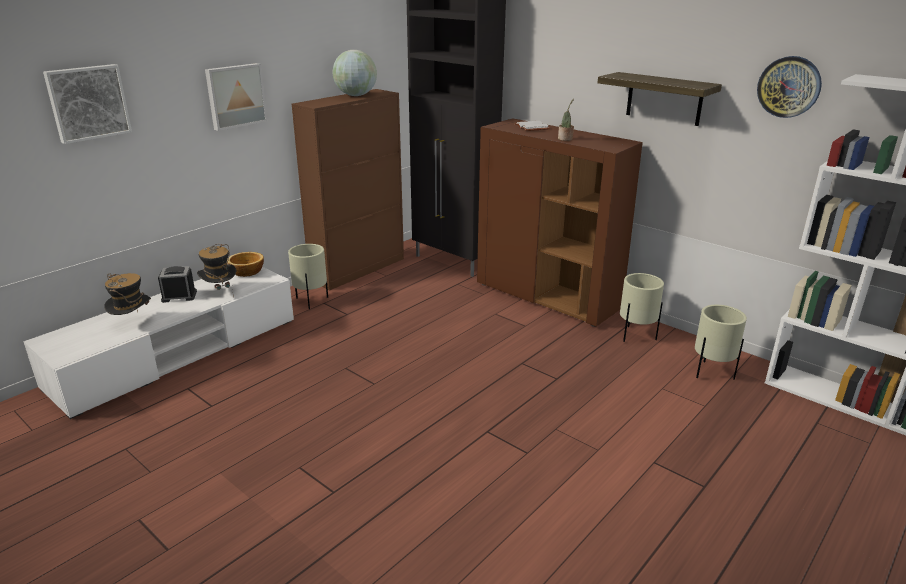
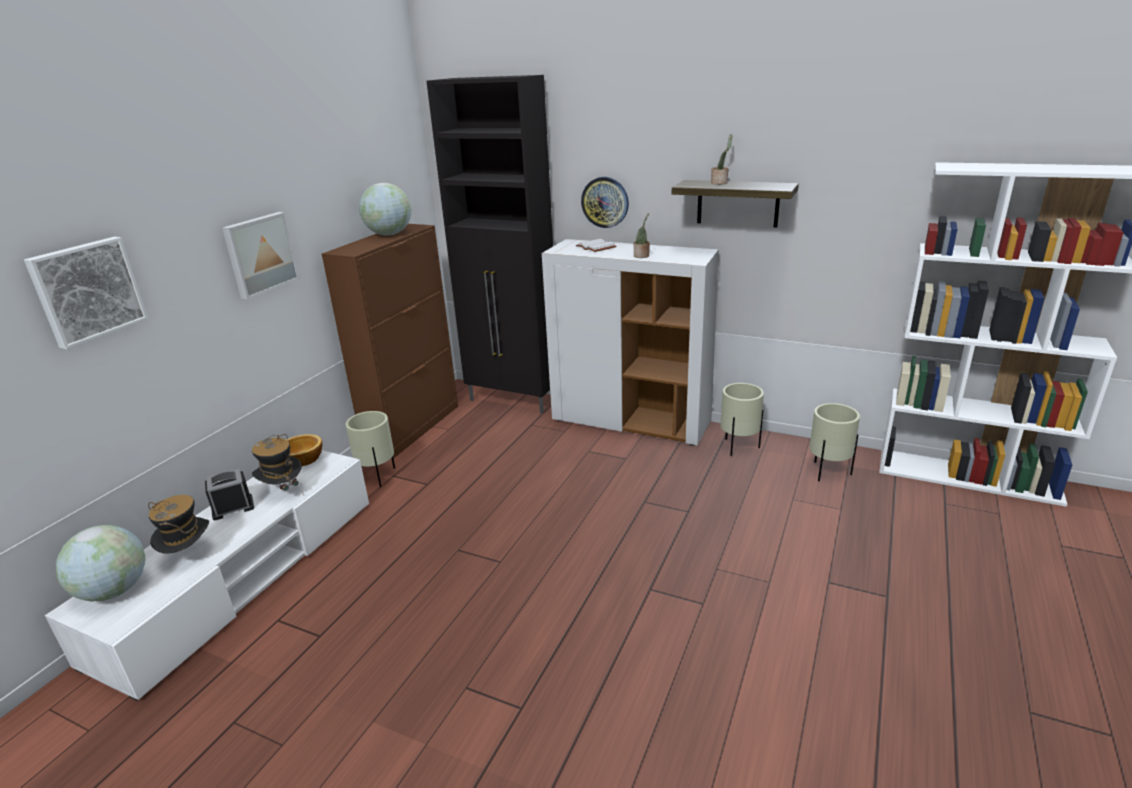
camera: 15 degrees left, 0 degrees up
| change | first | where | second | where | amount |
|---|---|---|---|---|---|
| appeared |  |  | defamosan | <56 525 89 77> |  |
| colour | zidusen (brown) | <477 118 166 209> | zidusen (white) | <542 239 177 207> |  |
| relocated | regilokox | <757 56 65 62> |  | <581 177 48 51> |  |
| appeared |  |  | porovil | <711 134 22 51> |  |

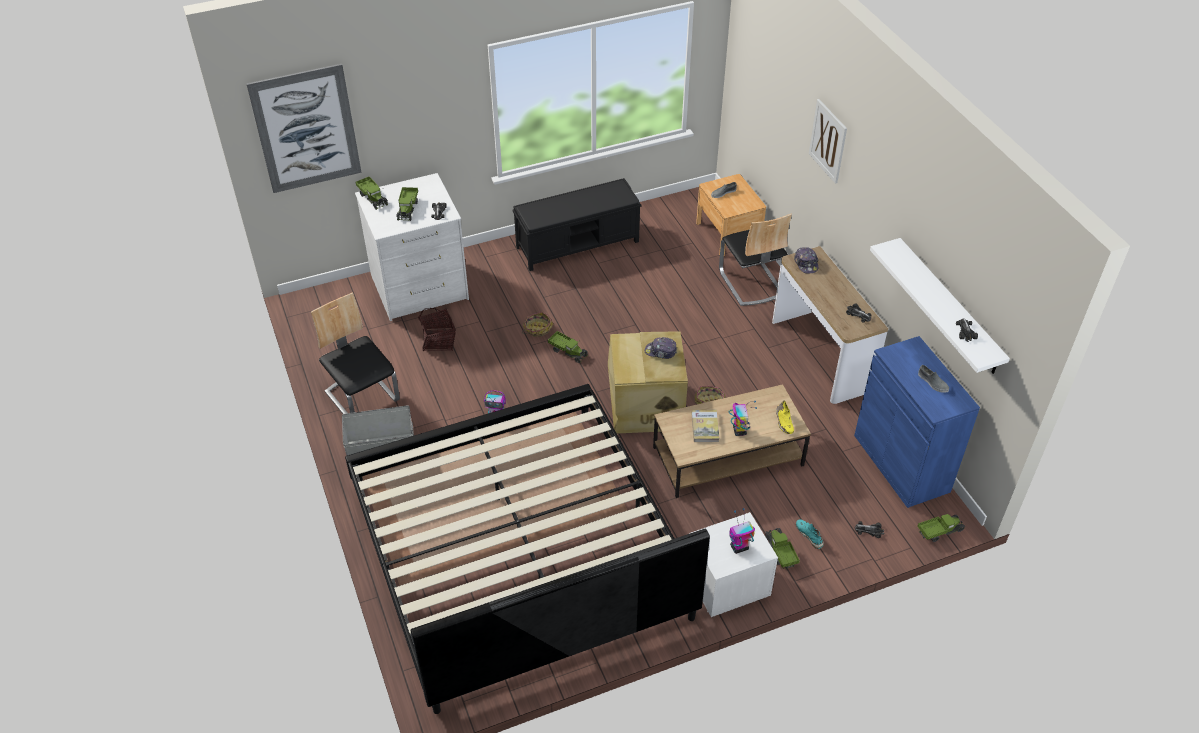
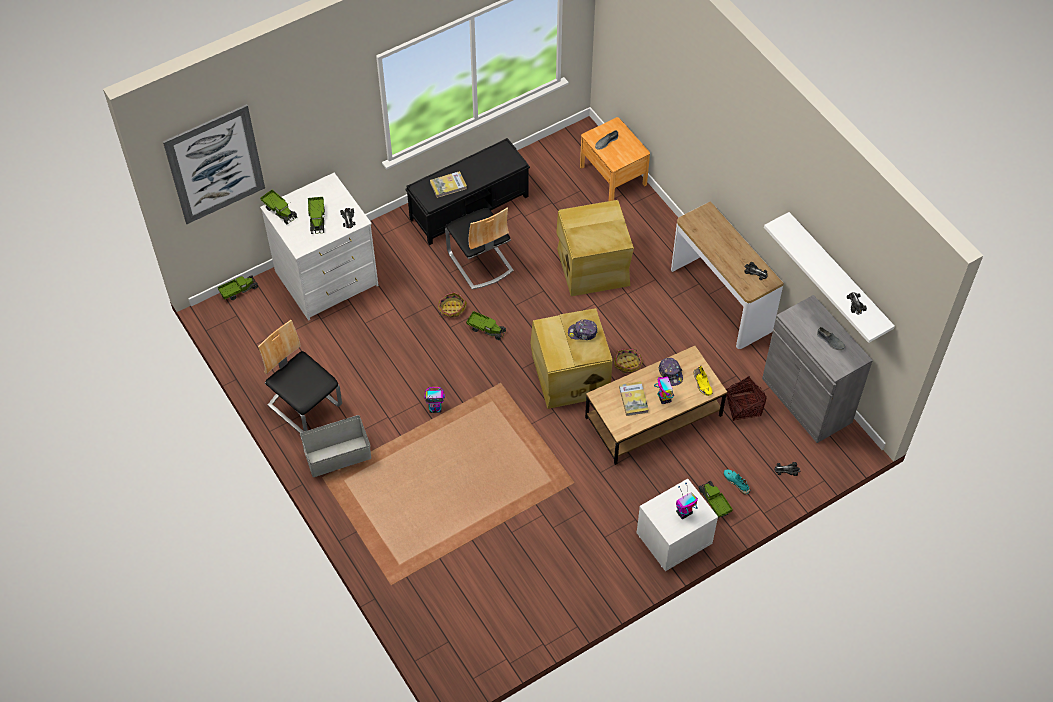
camera: 10 degrees left, 10 degrees up
| change | first | where | second | where | amount |
|---|---|---|---|---|---|
| relocated | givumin | <918 512 47 30> |  | <218 276 40 24> |  |
| appeared |  |  | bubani | <430 171 37 27> |  |
| relocated | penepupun | <719 213 73 93> |  | <445 207 69 82> |  |
| appeared |  |  | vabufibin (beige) | <556 200 78 96> |  |
| relocated | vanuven | <794 247 25 27> |  | <659 358 24 28> |  |
| relocated | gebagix | <418 308 38 43> |  | <726 376 41 45> |  |
| colour | zidusen (blue) | <854 336 126 172> | zidusen (grey) | <762 295 111 148> |  |
| missing | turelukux | <345 384 365 330> |  |  |  |
| missing | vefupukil | <809 99 38 85> |  |  |  |

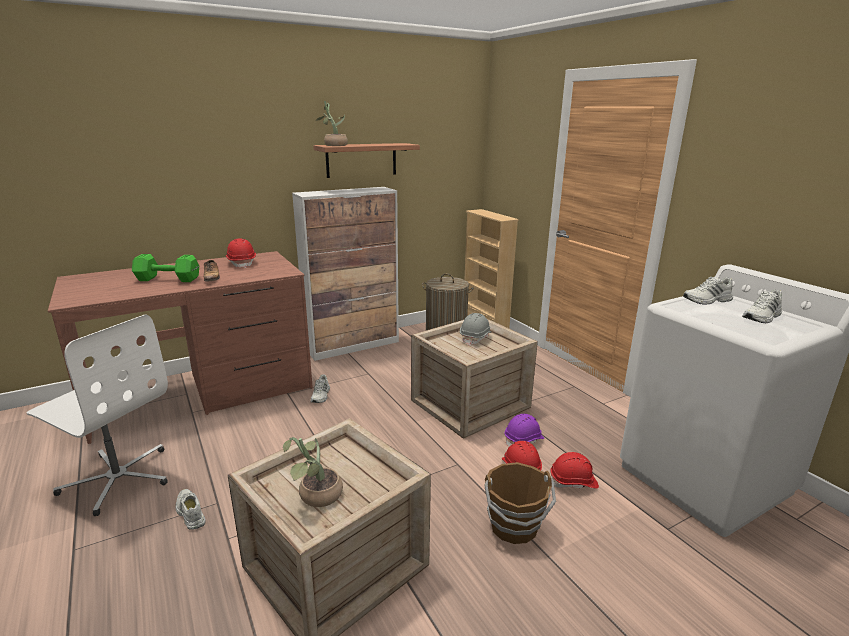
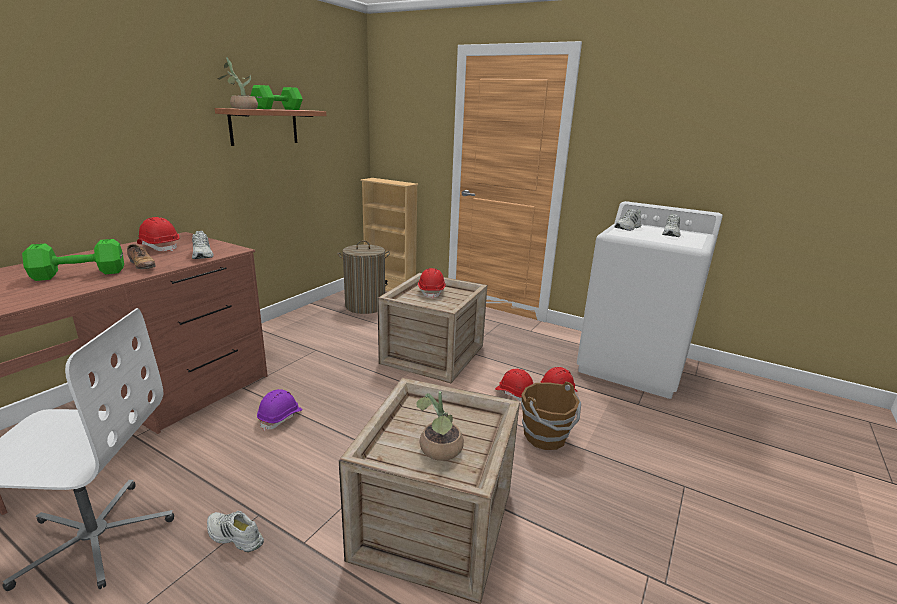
camera: 30 degrees left, 0 degrees up
| change | first | where | second | where | amount |
|---|---|---|---|---|---|
| relocated | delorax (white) | <310 375 20 28> |  | <192 231 22 28> |  |
| appeared |  |  | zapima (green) | <250 85 53 25> |  |
| relocated | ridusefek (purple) | <505 414 39 33> |  | <257 389 46 42> |  |
| colour | ridusefek (grey) | <460 313 32 33> | ridusefek (red) | <418 268 28 31> |  |
| missing | zidusen | <292 187 107 174> |  |  |  |

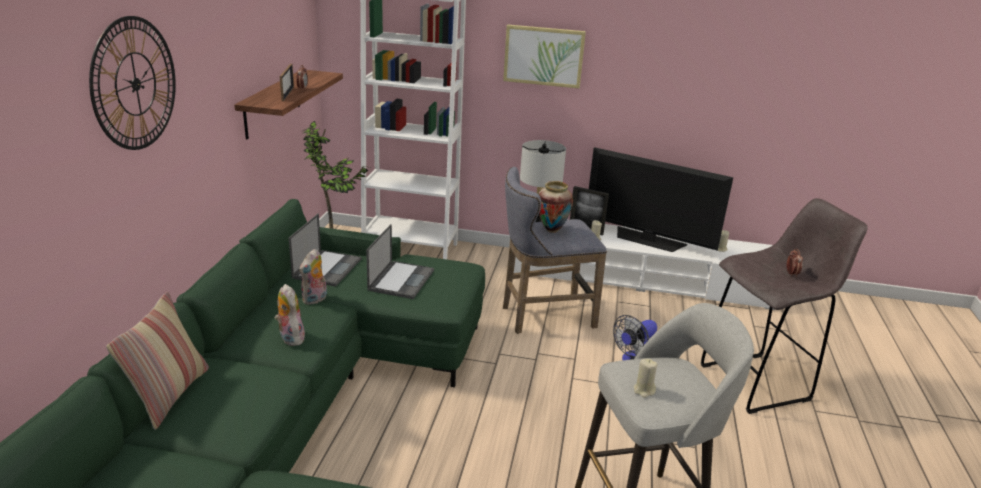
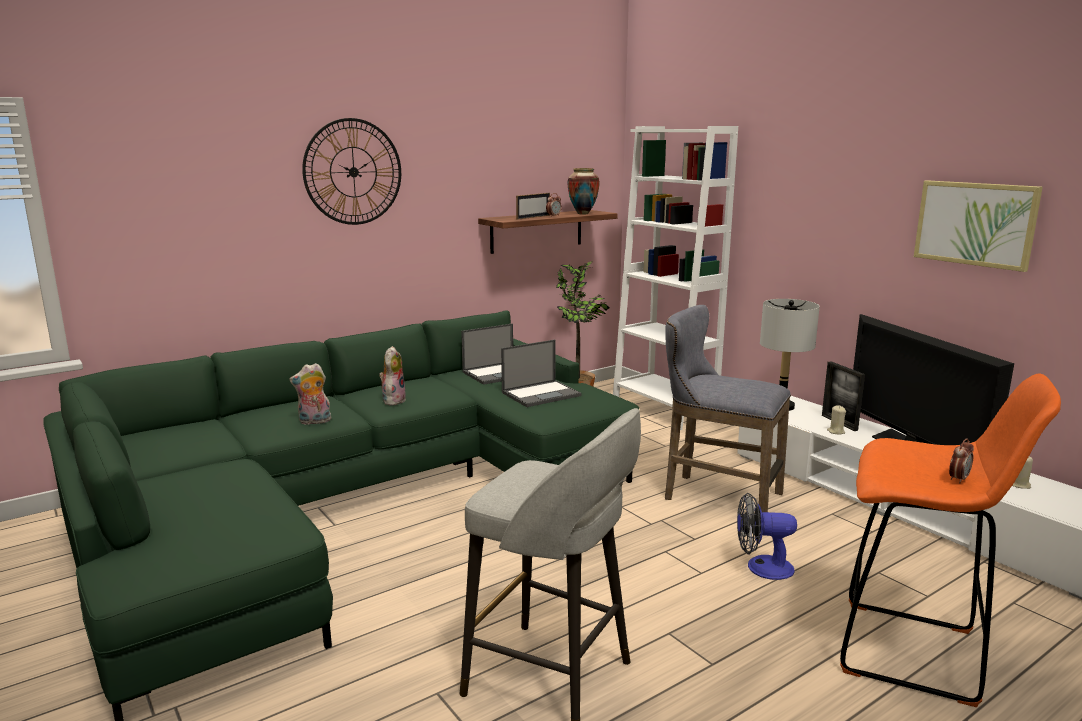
camera: 45 degrees right, 10 degrees down
| change | first | where | second | where | amount |
|---|---|---|---|---|---|
| relocated | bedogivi | <299 249 28 56> |  | <289 363 42 62> |  |
| relocated | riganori | <538 181 35 52> |  | <567 168 33 46> |  |
| colour | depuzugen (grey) | <700 198 167 216> | depuzugen (orange) | <840 374 221 333> |  |
| relocated | vefupukil | <503 24 83 64> |  | <914 180 129 92> |  |
| missing | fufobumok | <106 292 103 138> |  |  |  |
| missing | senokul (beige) | <634 359 24 39> |  |  |  |

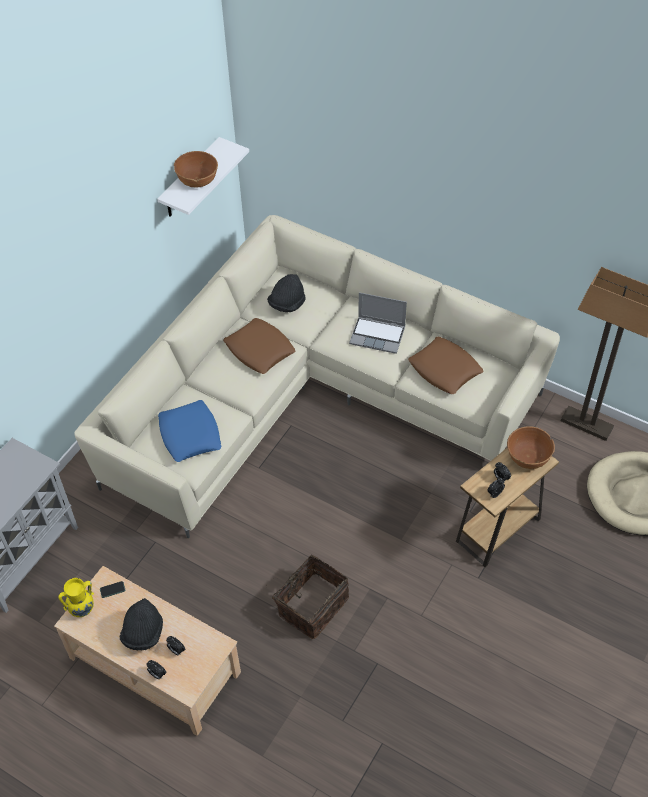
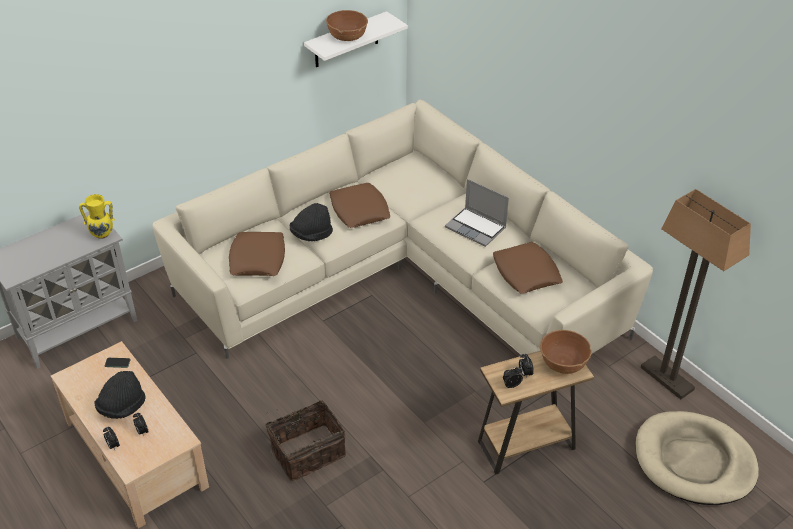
camera: 20 degrees right, 10 degrees down
| change | first | where | second | where | amount |
|---|---|---|---|---|---|
| relocated | riganori (yellow) | <59 578 35 39> |  | <79 194 36 45> |  |
| colour | fufobumok (blue) | <158 400 64 62> | fufobumok (brown) | <229 232 56 44> |  |
| relocated | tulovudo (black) | <267 274 39 38> |  | <290 203 43 38> |  |

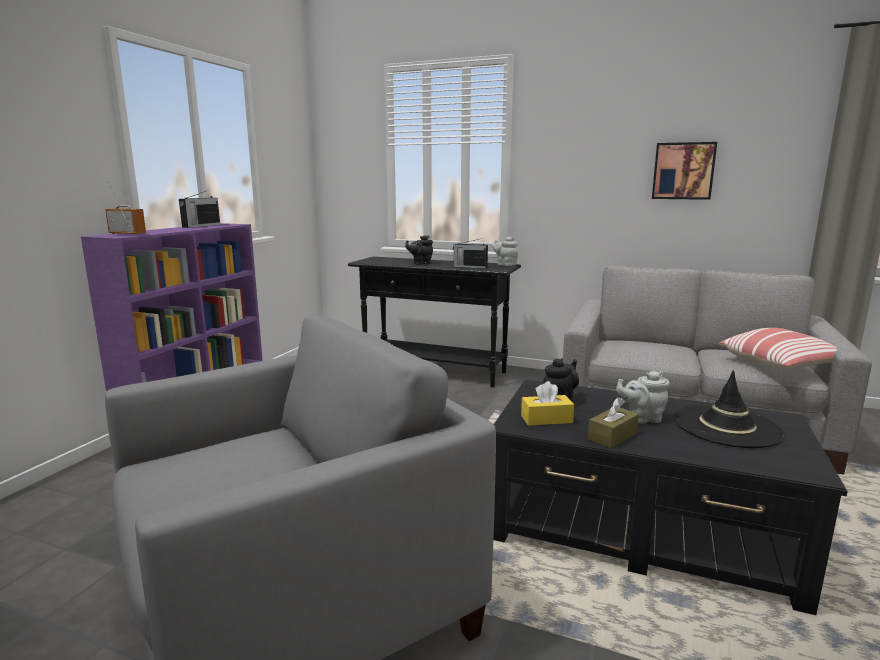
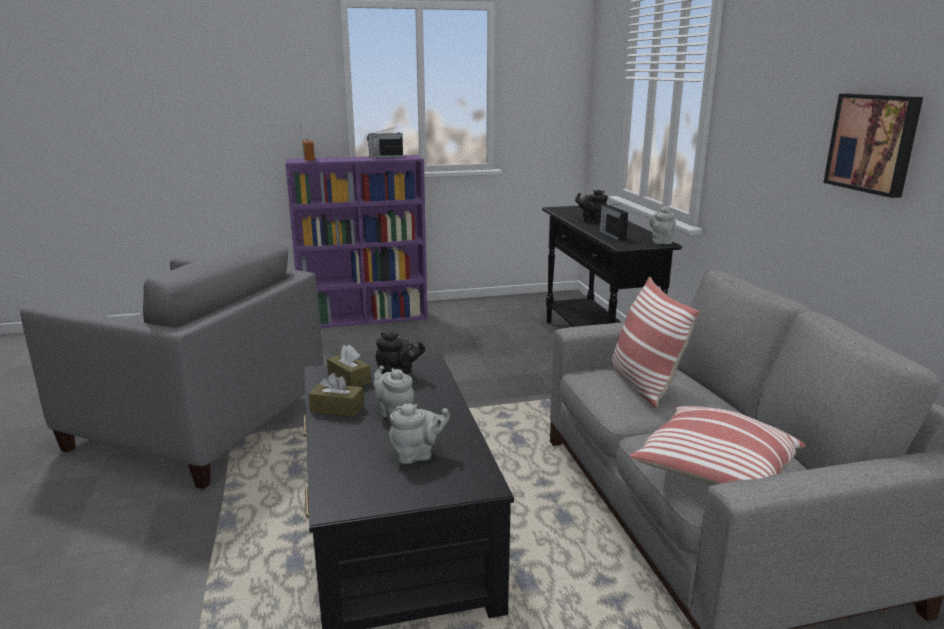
camera: 55 degrees right, 5 degrees up
| change | first | where | second | where | amount |
|---|---|---|---|---|---|
| colour | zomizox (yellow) | <521 381 53 45> | zomizox (brown) | <327 345 44 42> |  |
| exchanged | tulovudo (black) | <674 370 111 78> | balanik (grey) | <389 403 61 61> |  |
| appeared |  |  | fufobumok | <611 277 89 131> |  |

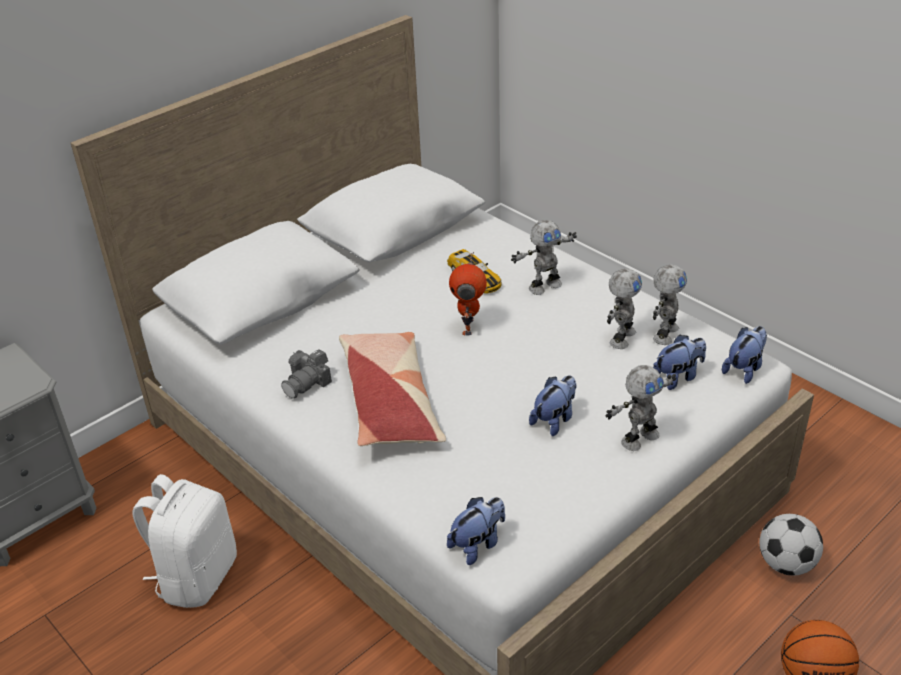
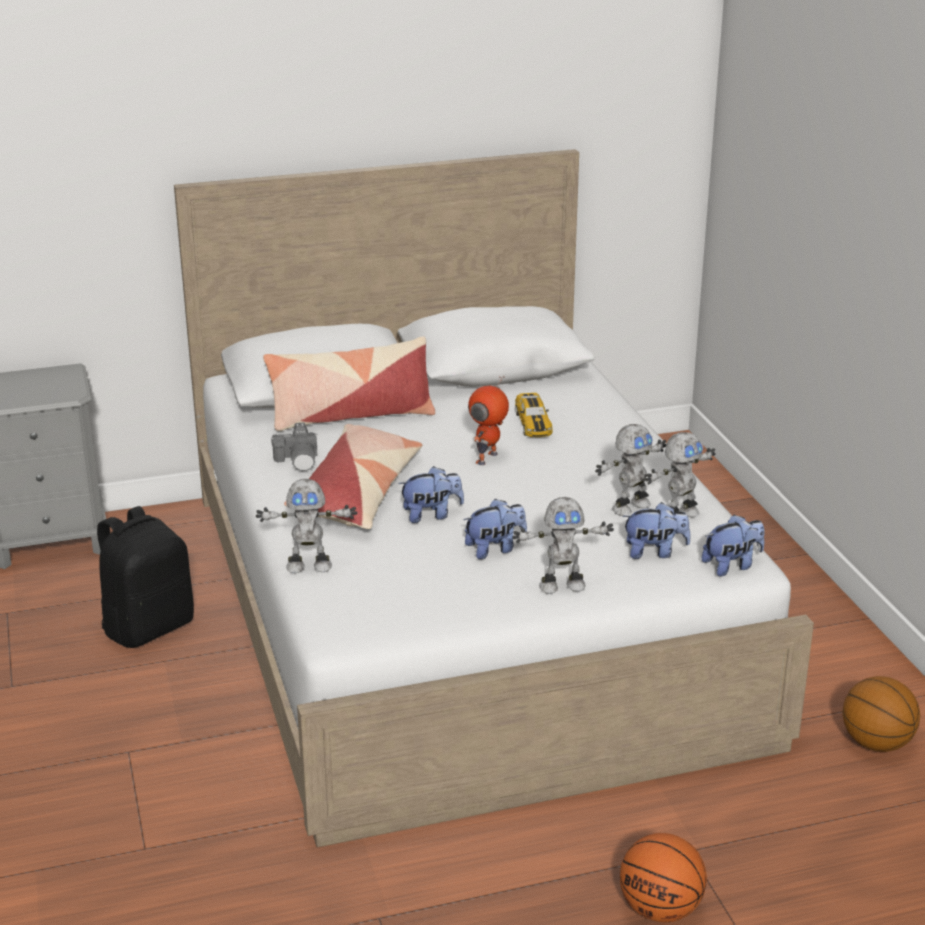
camera: 25 degrees right, 10 degrees down
| change | first | where | second | where | amount |
|---|---|---|---|---|---|
| colour | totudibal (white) | <132 474 105 134> | totudibal (black) | <97 506 97 142> |  |
| relocated | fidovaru | <511 220 66 75> |  | <256 479 101 94> |  |
| appeared |  |  | fufobumok | <263 336 172 95> |  |
| spun | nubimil | <281 349 51 50> |  | <271 423 47 48> | 75 degrees counterclockwise |
| relocated | bedogivi | <447 497 58 68> |  | <398 466 66 57> |  |
| appeared |  |  | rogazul | <843 676 77 76> |  |
| missing | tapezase | <759 514 64 62> |  |  |  |

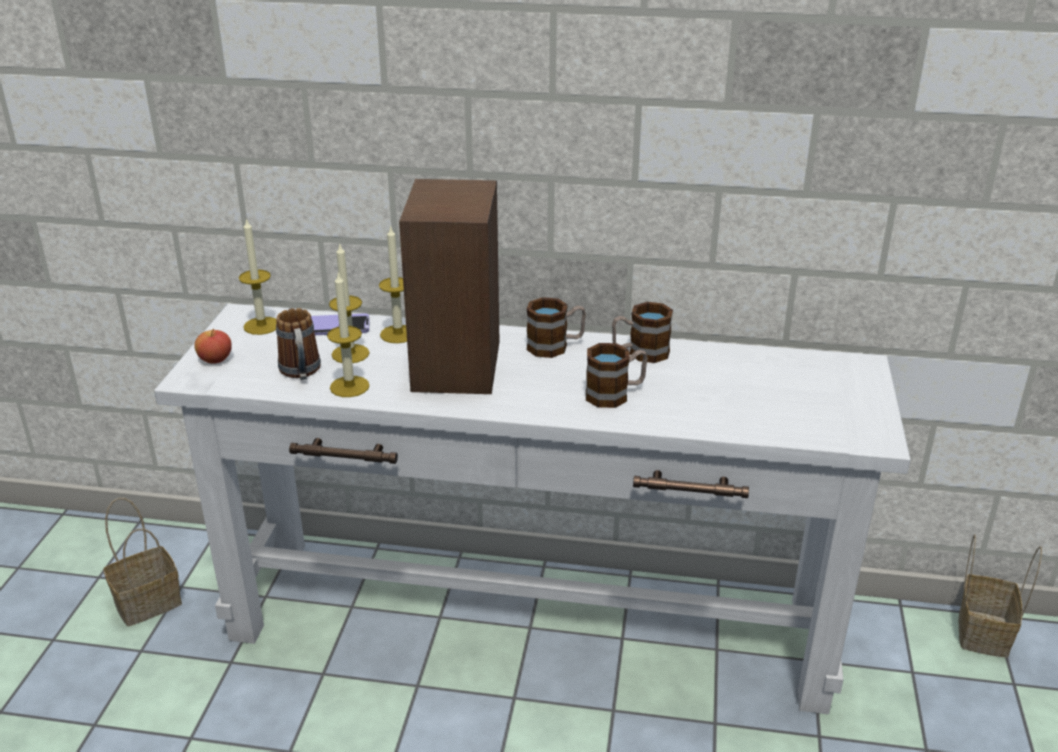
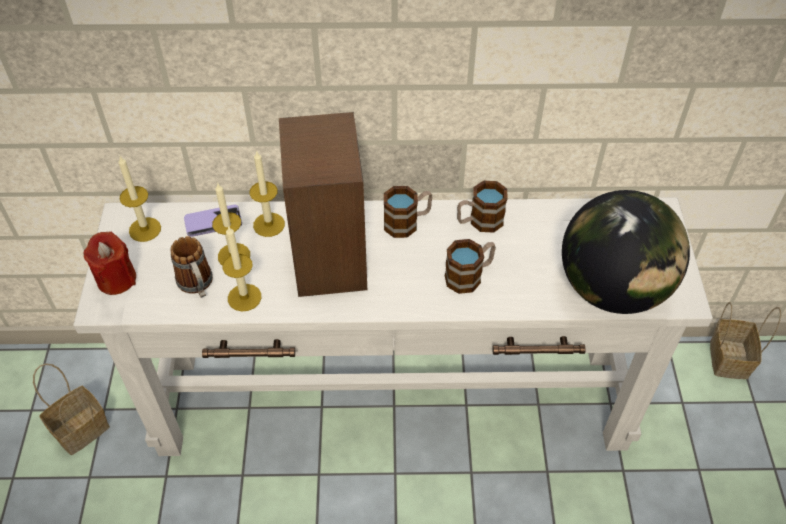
camera: 10 degrees left, 20 degrees up
| change | first | where | second | where | amount |
|---|---|---|---|---|---|
| exchanged | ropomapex | <194 329 38 35> | senokul (red) | <83 232 53 63> |  |
| appeared |  |  | defamosan | <562 190 128 124> |  |

